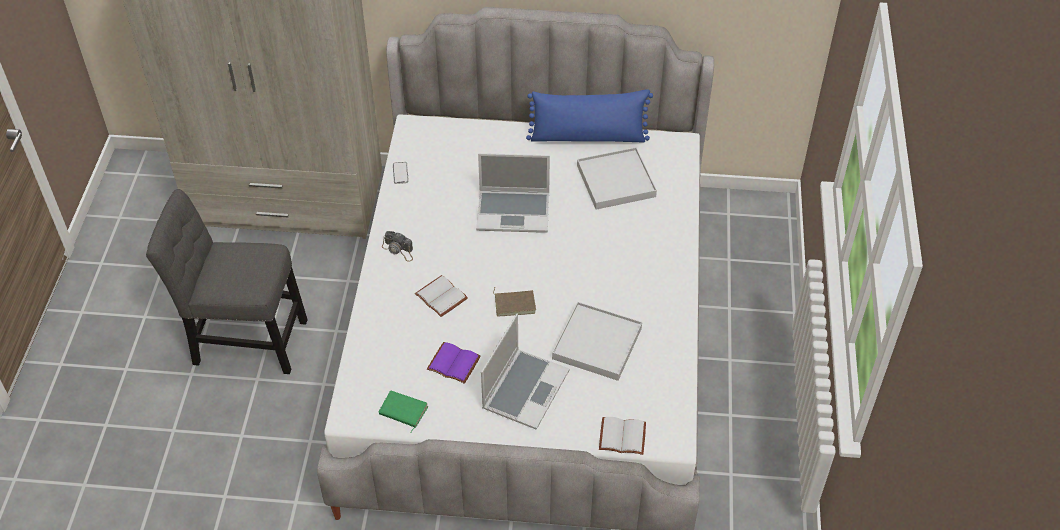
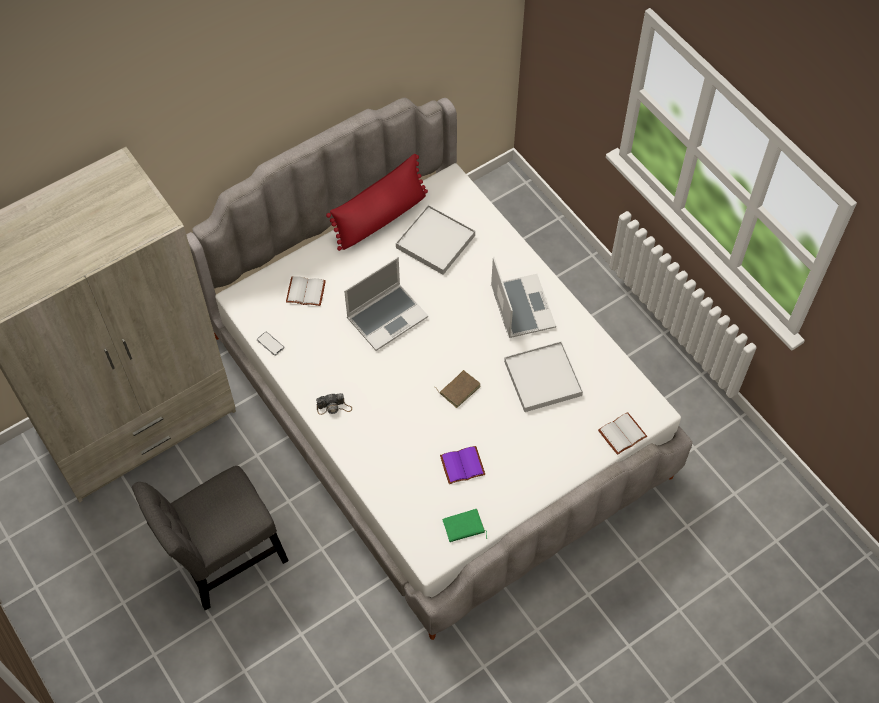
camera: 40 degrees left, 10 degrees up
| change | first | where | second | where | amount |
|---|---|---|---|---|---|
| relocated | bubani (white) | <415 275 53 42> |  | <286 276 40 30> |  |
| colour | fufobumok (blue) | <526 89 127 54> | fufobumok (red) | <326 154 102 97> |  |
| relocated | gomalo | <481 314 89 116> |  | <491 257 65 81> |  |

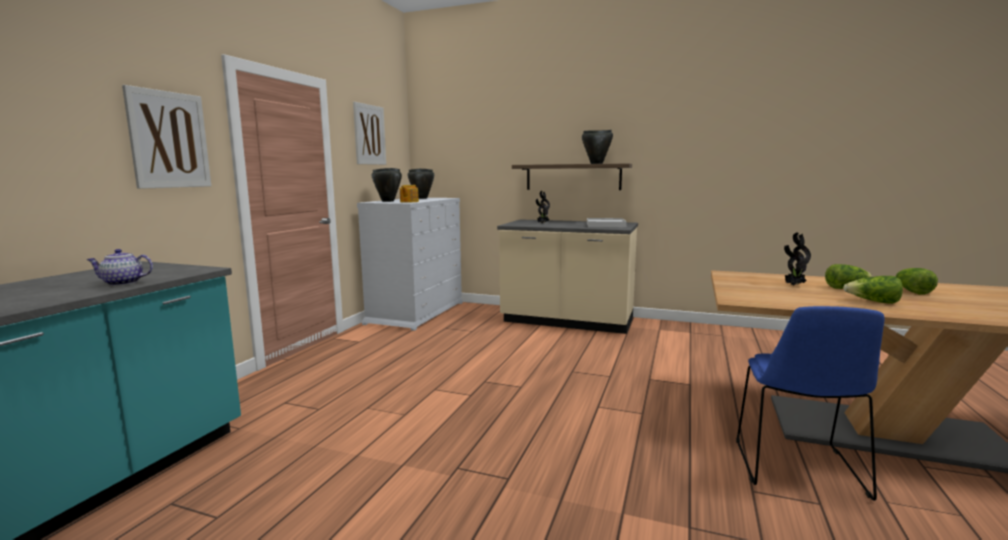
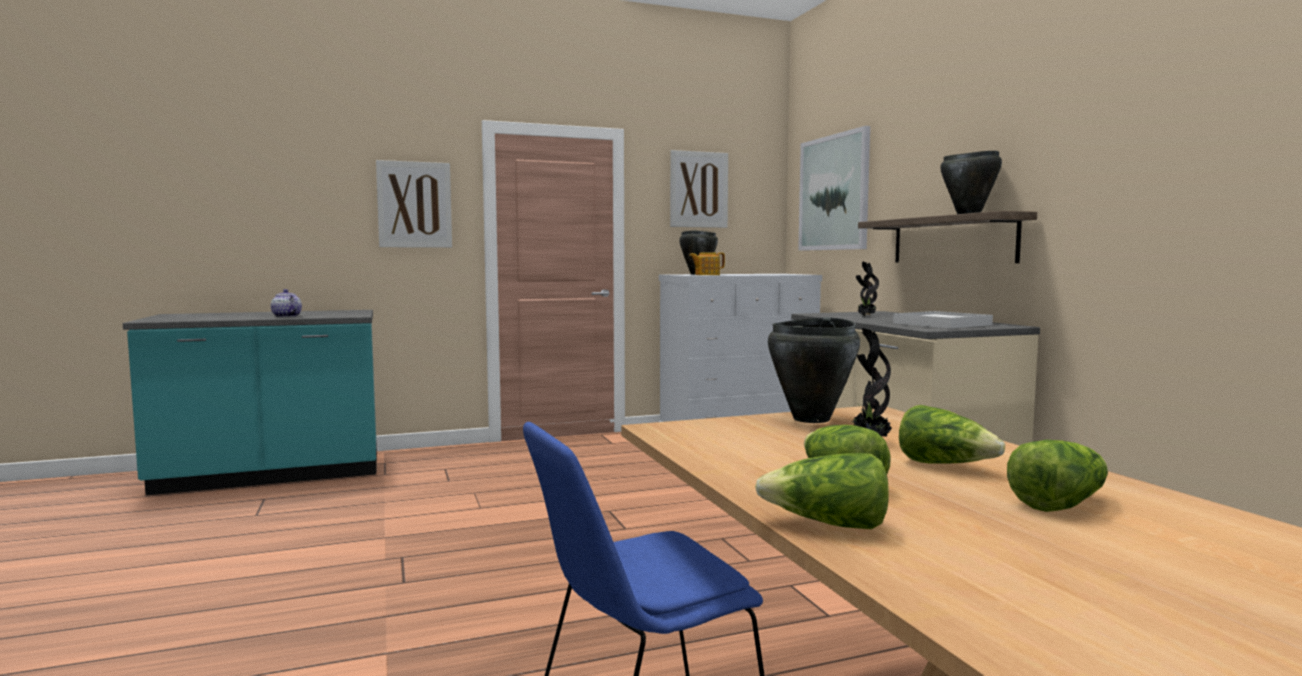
camera: 50 degrees right, 5 degrees down
| change | first | where | second | where | amount |
|---|---|---|---|---|---|
| appeared |  |  | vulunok | <755 453 134 76> |  |
| relocated | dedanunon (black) | <407 168 27 31> |  | <768 317 92 106> |  |
| appeared |  |  | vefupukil | <798 126 72 125> |  |

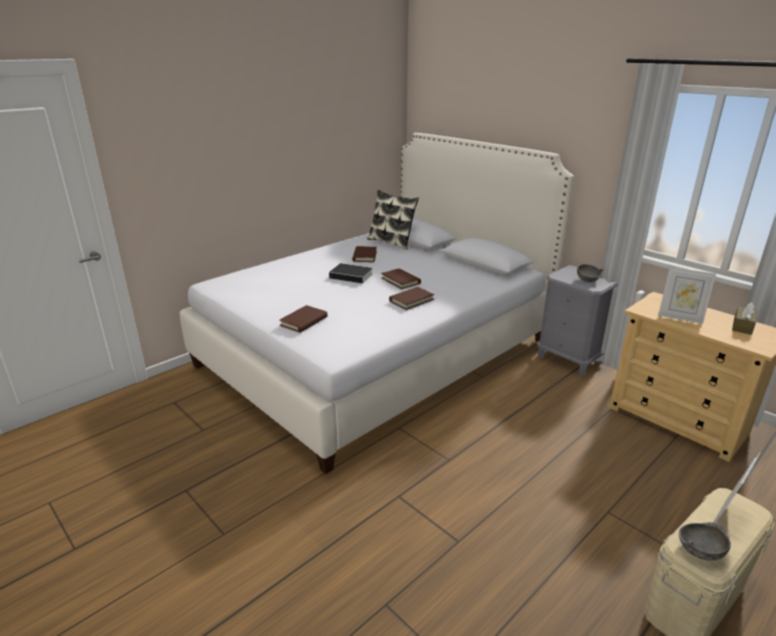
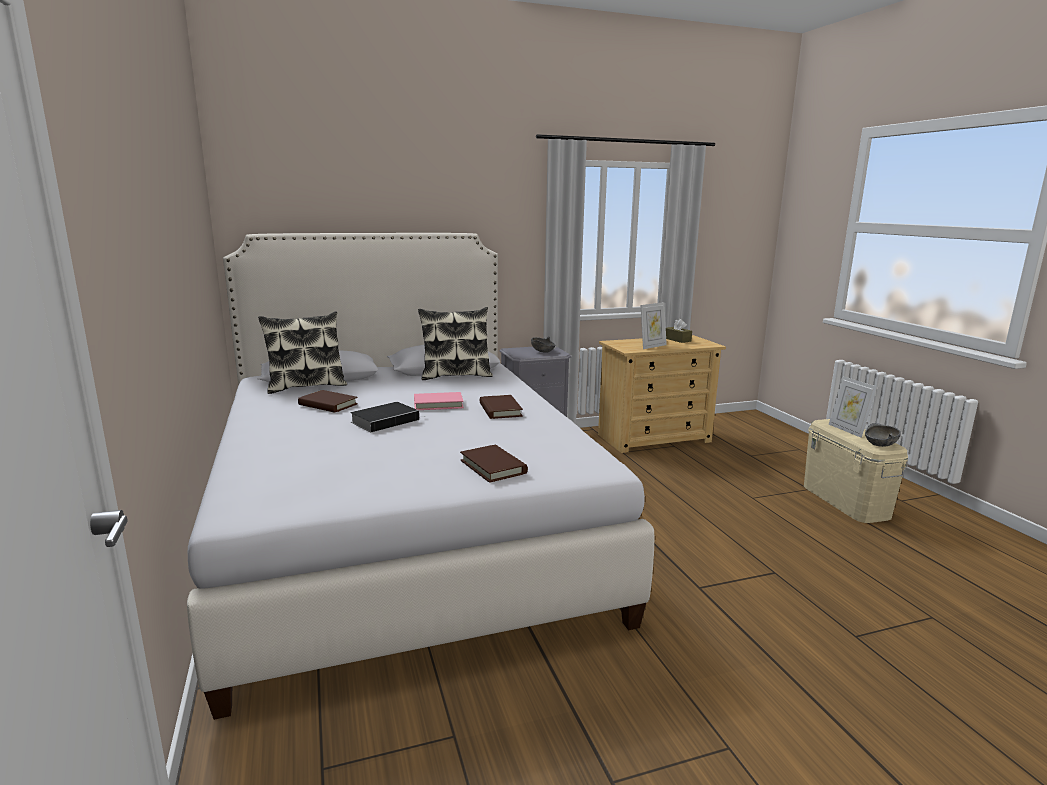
camera: 65 degrees left, 10 degrees down
| change | first | where | second | where | amount |
|---|---|---|---|---|---|
| colour | bubani (brown) | <381 268 40 21> | bubani (pink) | <414 392 50 18> |  |
| appeared |  |  | fufobumok | <418 307 75 73> |  |

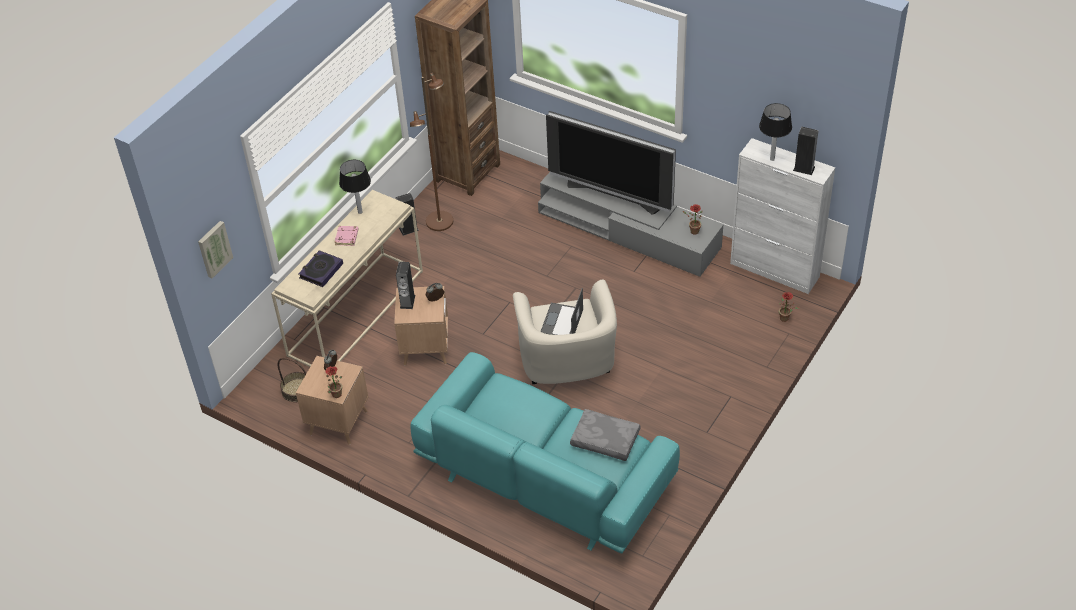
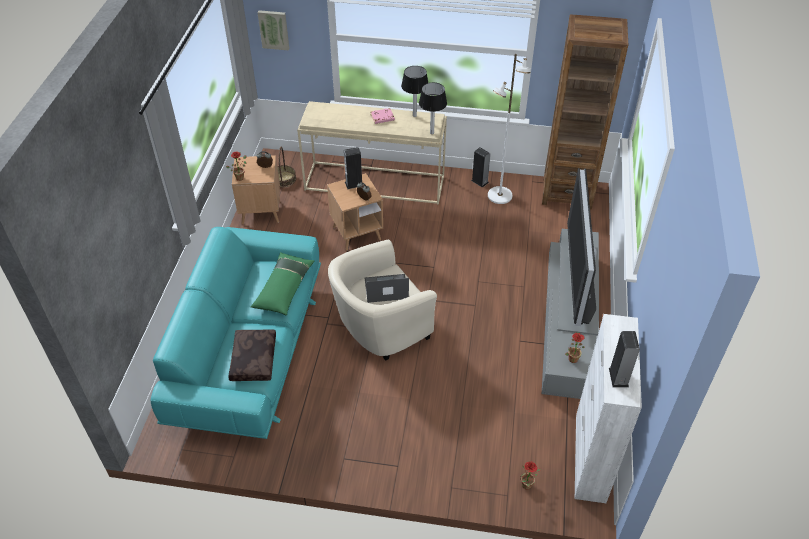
camera: 65 degrees right, 0 degrees up
| change | first | where | second | where | amount |
|---|---|---|---|---|---|
| colour | fufobumok (grey) | <570 409 71 52> | fufobumok (brown) | <228 329 48 52> |  |
| appeared |  |  | fufobumok (green) | <251 252 63 63> |  |
| relocated | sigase | <759 103 33 58> |  | <419 82 28 52> |  |
| colour | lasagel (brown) | <410 73 43 158> | lasagel (white) | <488 54 43 150> |  |
| missing | bubani | <298 250 45 37> |  |  |  |

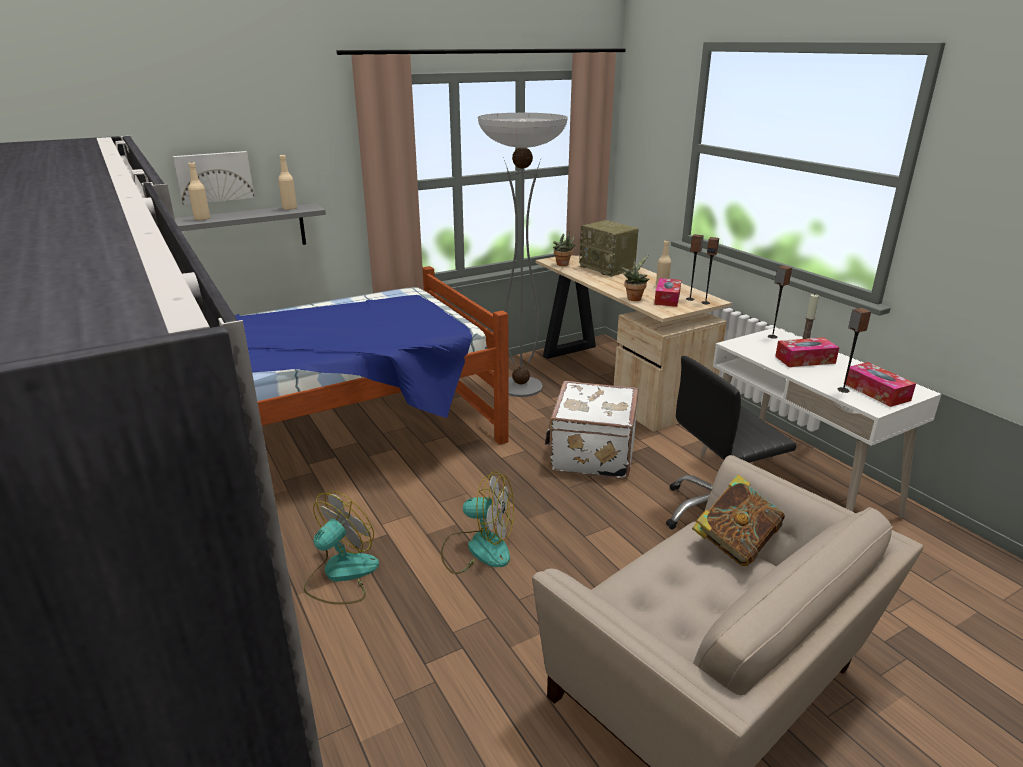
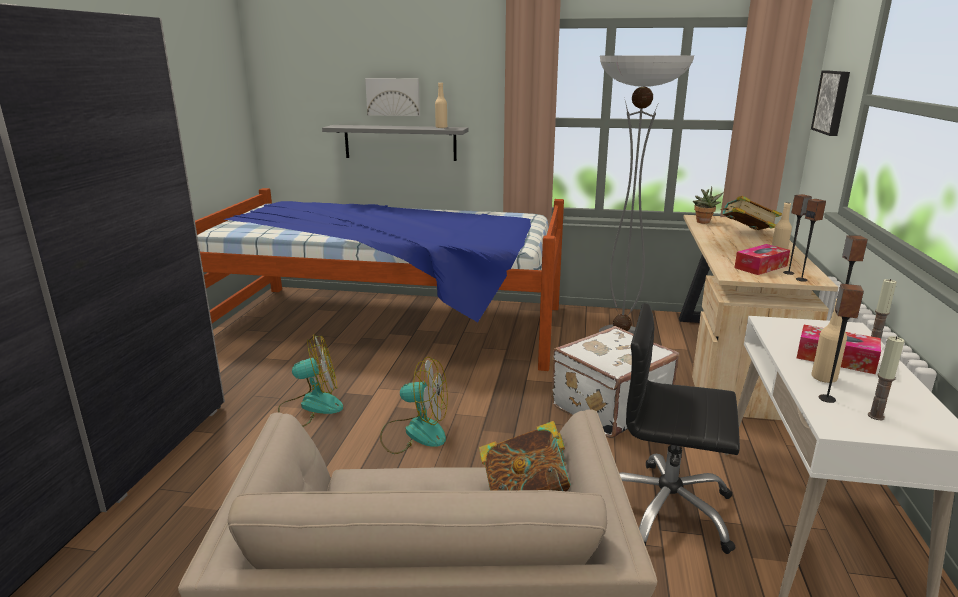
camera: 40 degrees right, 5 degrees down
| change | first | where | second | where | amount |
|---|---|---|---|---|---|
| spun | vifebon | <441 471 73 103> |  | <380 357 68 97> | 45 degrees counterclockwise |
| exchanged | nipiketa | <579 220 60 57> | bubani | <721 196 61 34> |  |
| appeared |  |  | vefupukil | <811 71 39 65> |  |
| relocated | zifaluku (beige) | <188 162 22 59> |  | <811 299 36 84> |  |
| exchanged | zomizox | <844 362 72 45> | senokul | <868 336 37 84> |  |
| missing | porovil | <620 255 29 46> |  |  |  |

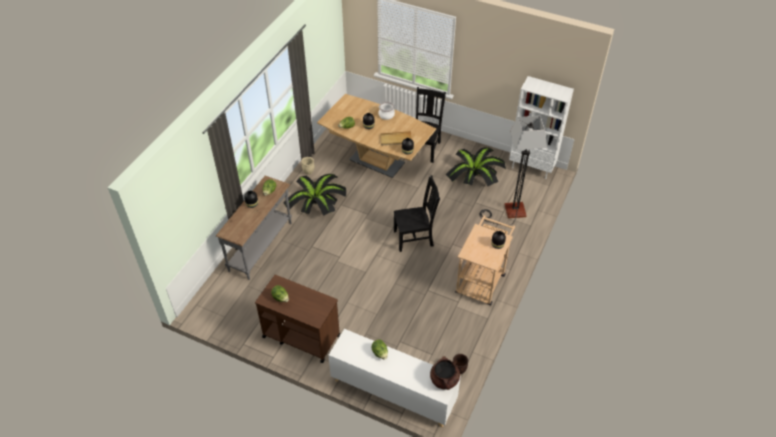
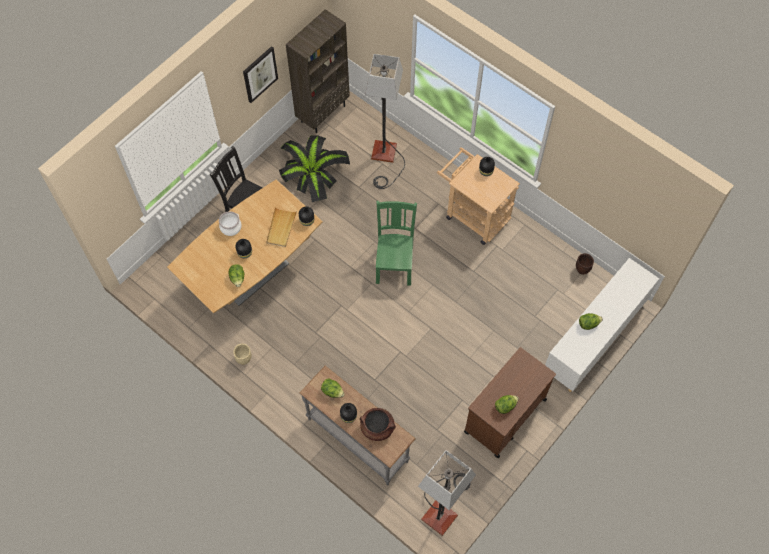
camera: 75 degrees left, 15 degrees up
| change | first | where | second | where | amount |
|---|---|---|---|---|---|
| appeared |  |  | vefupukil | <243 46 35 57> |  |
| colour | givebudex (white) | <509 76 65 103> | givebudex (brown) | <286 9 64 124> |  |
| relocated | dedanunon (brown) | <430 356 30 34> |  | <360 408 36 33> |  |
| colour | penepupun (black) | <394 175 46 77> | penepupun (green) | <376 201 41 85> |  |
| appeared |  |  | lasagel | <418 450 58 86> |  |
| missing | porovil | <283 174 63 42> |  |  |  |

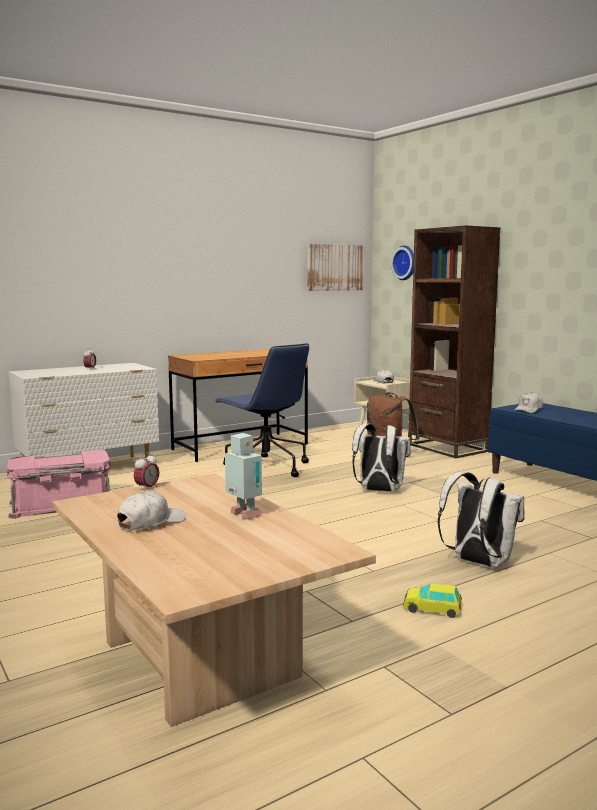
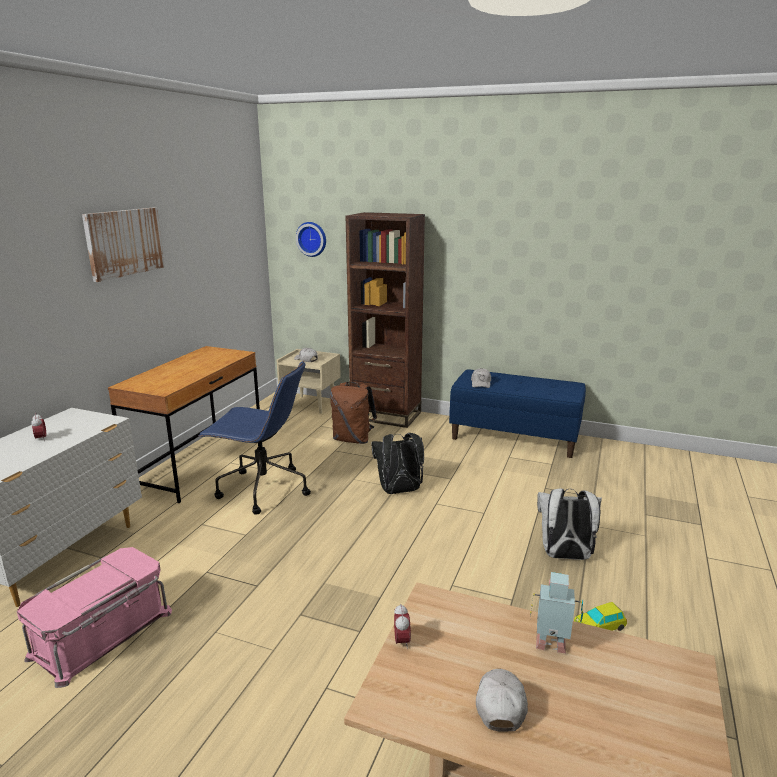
camera: 35 degrees left, 10 degrees up
| change | first | where | second | where | amount |
|---|---|---|---|---|---|
| relocated | vefupukil | <307 244 57 47> |  | <82 208 83 74> |  |
| colour | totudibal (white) | <352 424 58 68> | totudibal (black) | <371 433 53 61> |  |

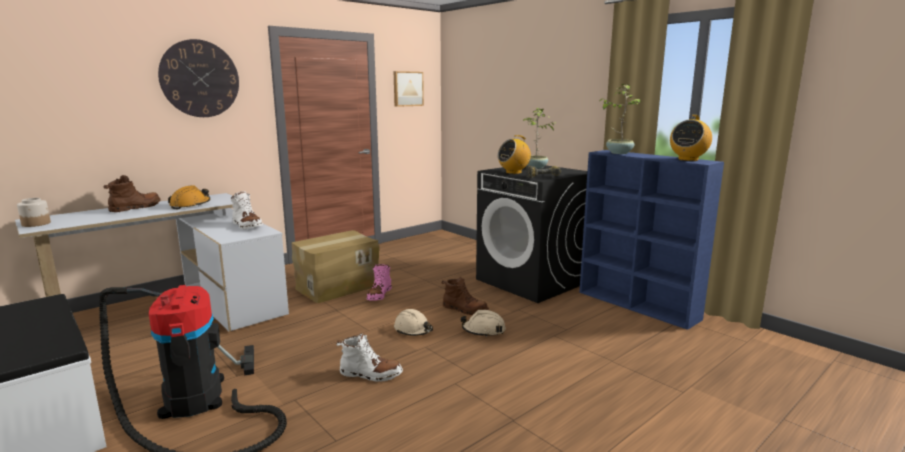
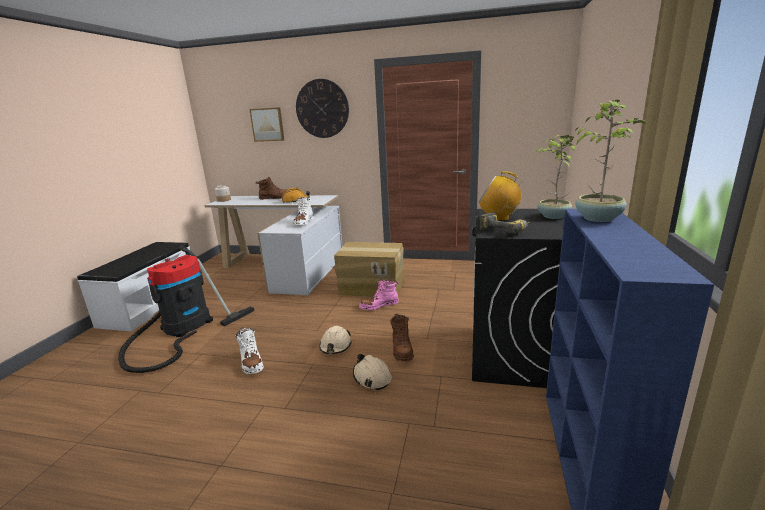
camera: 55 degrees right, 5 degrees up
| change | first | where | second | where | amount |
|---|---|---|---|---|---|
| relocated | vefupukil | <394 71 30 36> |  | <249 107 35 35> |  |
| missing | nipiketa | <670 115 42 46> |  |  |  |

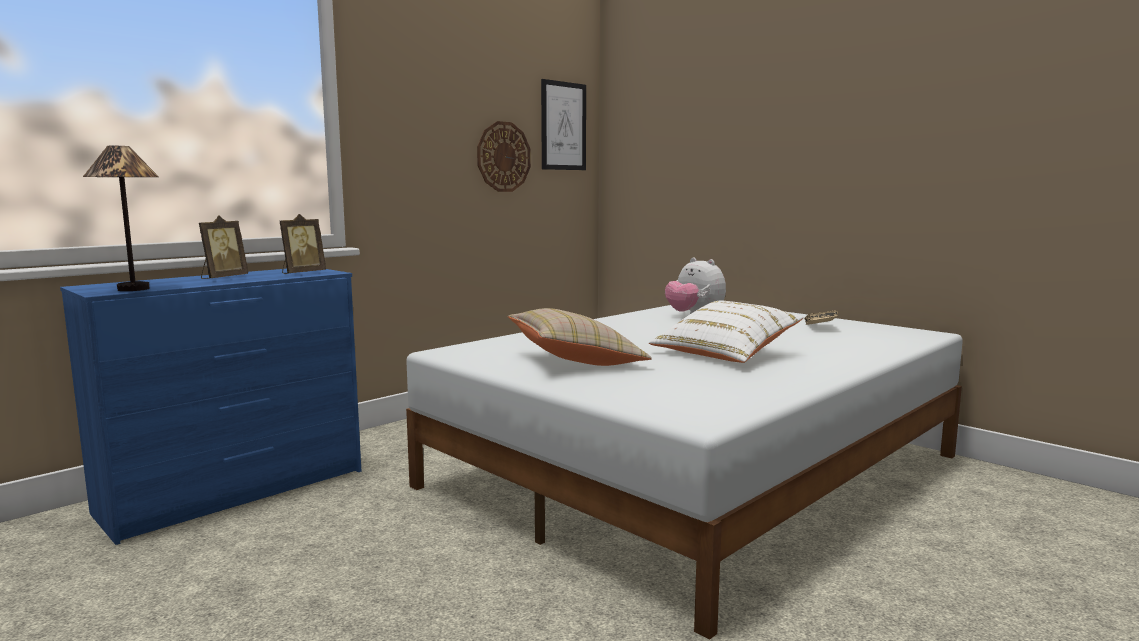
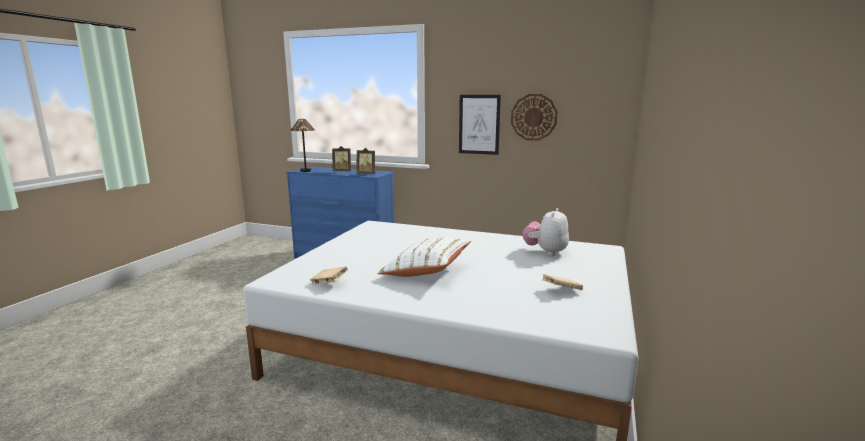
camera: 65 degrees right, 5 degrees up
| change | first | where | second | where | amount |
|---|---|---|---|---|---|
| appeared |  |  | bubani (beige) | <310 267 38 18> |  |
| relocated | vefupukil | <541 79 45 91> |  | <459 95 42 60> |  |
| missing | fufobumok (beige) | <508 308 144 58> |  |  |  |

